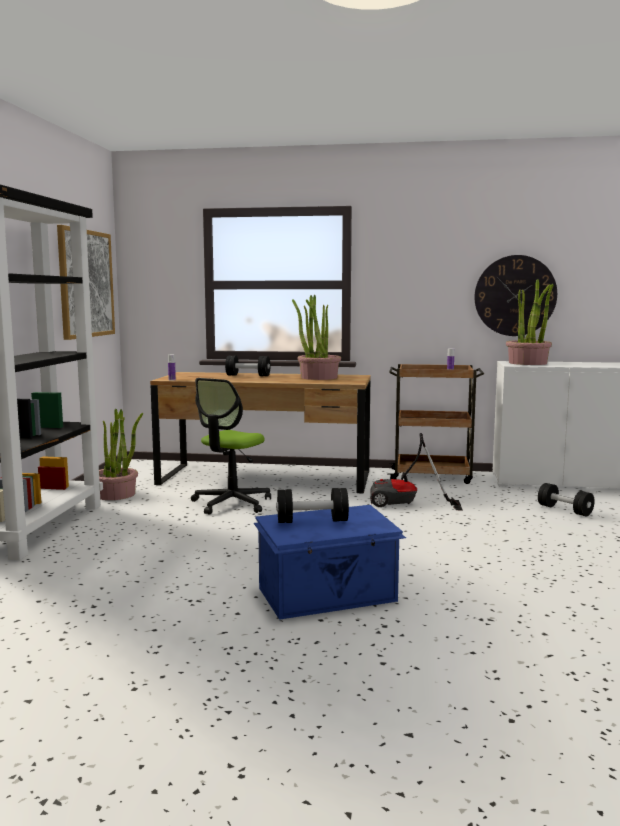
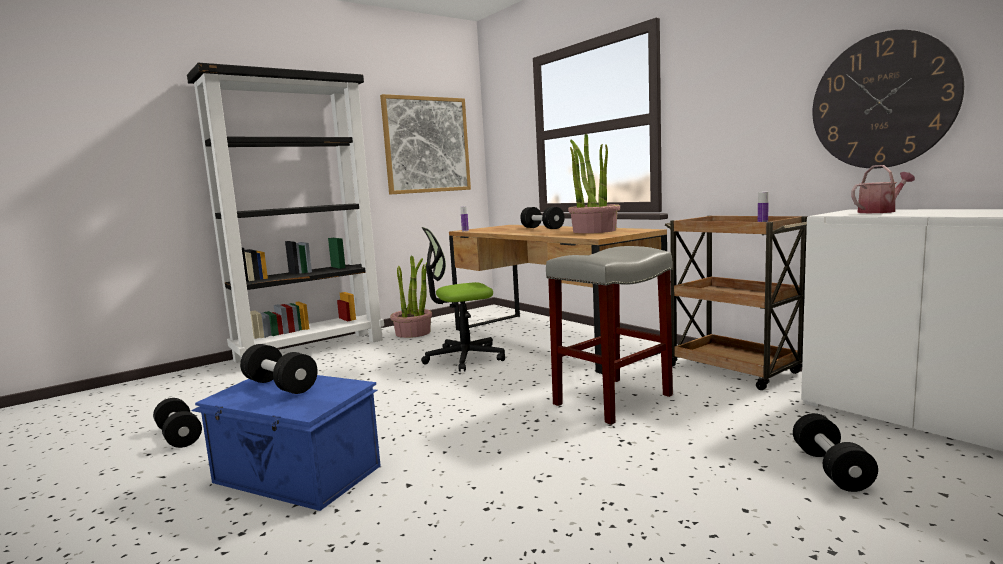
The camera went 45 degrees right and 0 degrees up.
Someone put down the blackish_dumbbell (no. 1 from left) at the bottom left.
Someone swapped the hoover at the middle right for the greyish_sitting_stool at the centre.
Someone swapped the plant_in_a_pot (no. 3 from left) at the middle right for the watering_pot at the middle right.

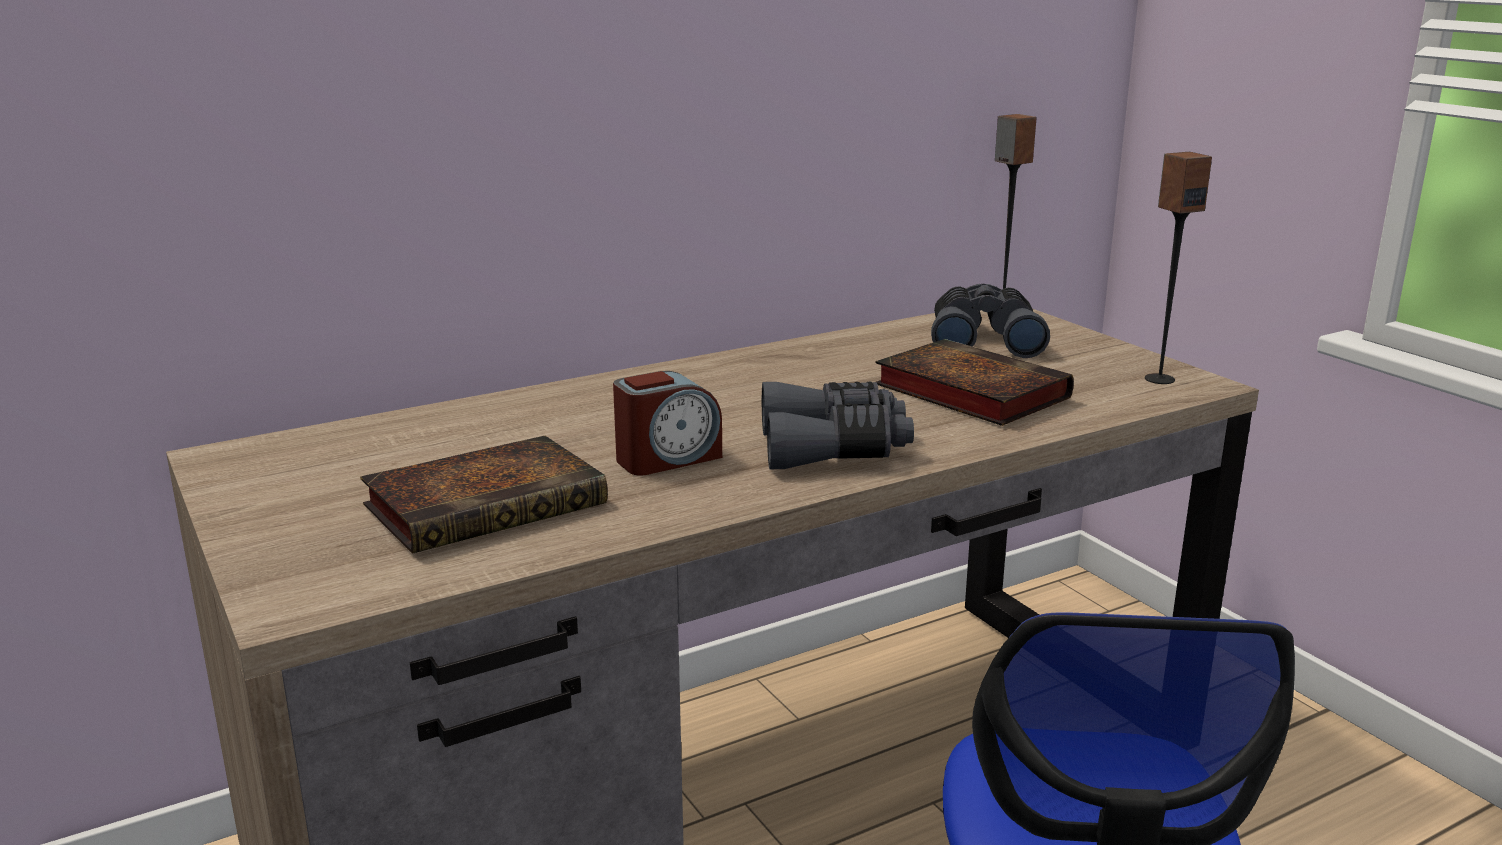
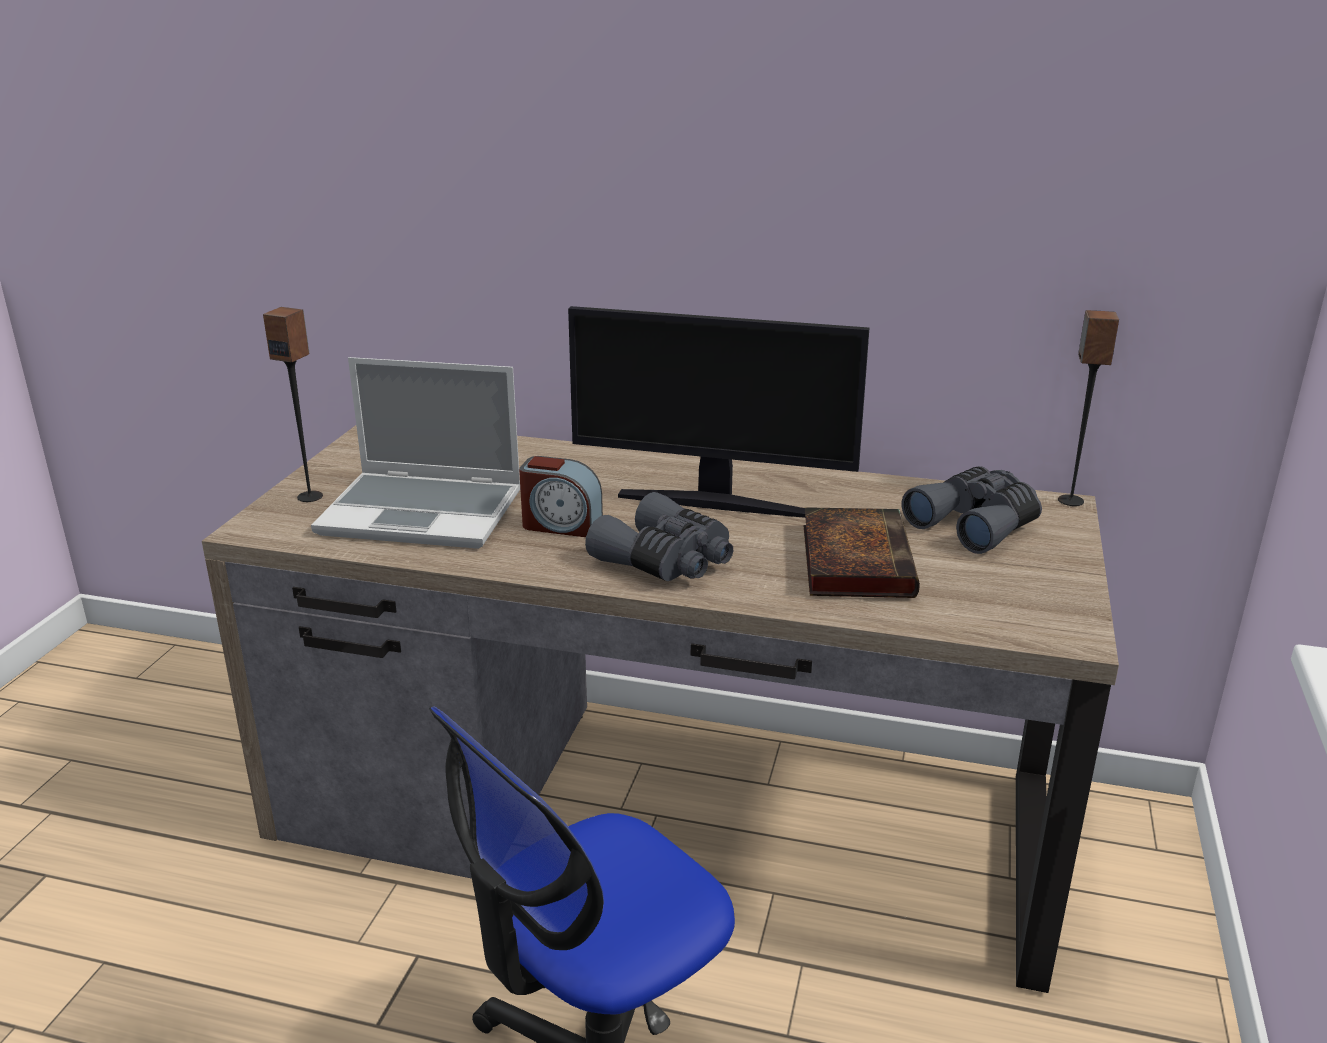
The camera went 45 degrees right and 5 degrees up.
Someone carried the speaker (no. 2 from left in the first image) from the top right to the middle left.
Someone swapped the book (no. 1 from left) at the middle left for the laptop at the middle left.
Someone put down the computer_screen at the centre.

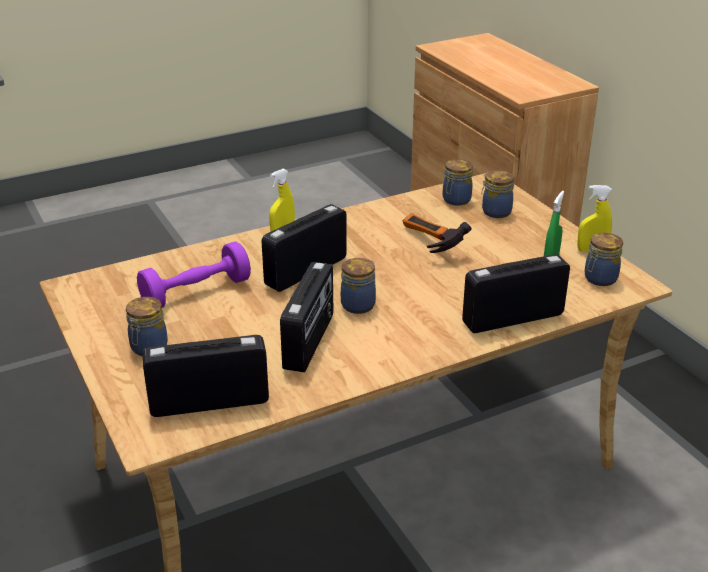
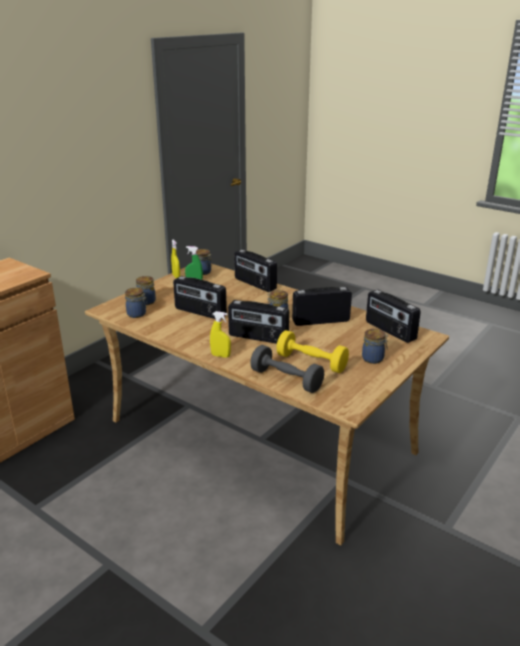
The camera went 115 degrees left and 5 degrees down.
Someone swapped the tool_hammer at the centre for the radio_receiver (no. 1 from left) at the centre.
Someone put down the greyish_dumbbell at the centre.
Someone repainted the purplish_dumbbell at the middle left, which became the yellow_dumbbell at the centre.

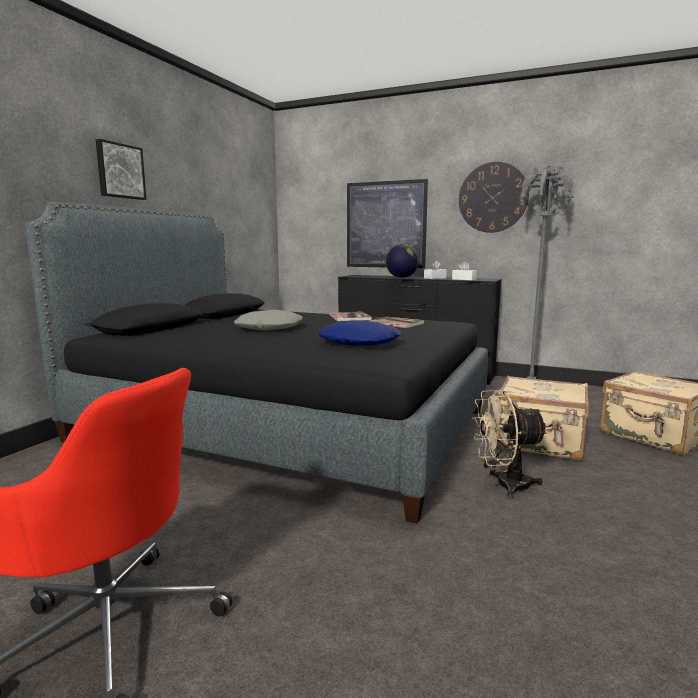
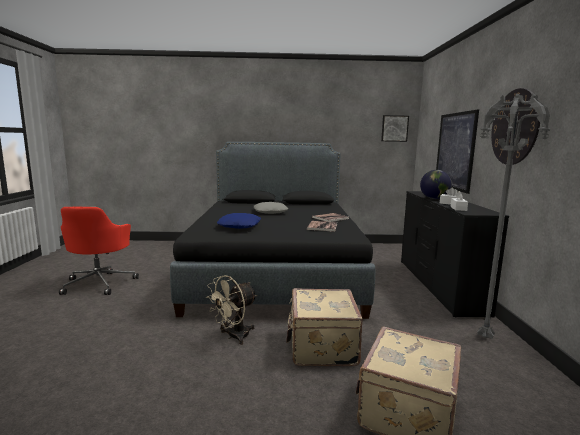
The camera went 65 degrees right and 0 degrees up.
Someone rotated the sand-coloured_cooling_fan at the middle right by 105 degrees counterclockwise.
Someone carried the wall_picture (no. 1 from left) from the top left to the top right.

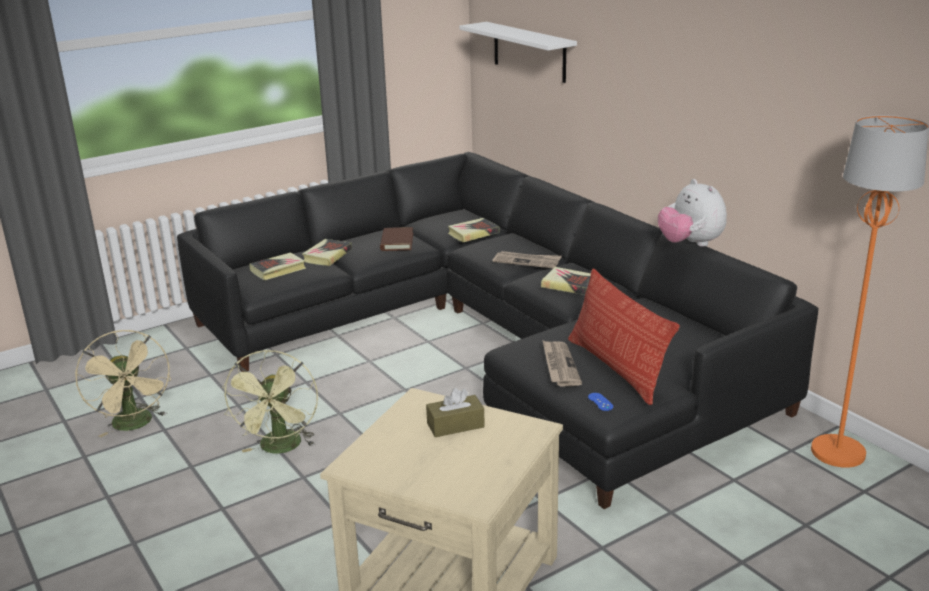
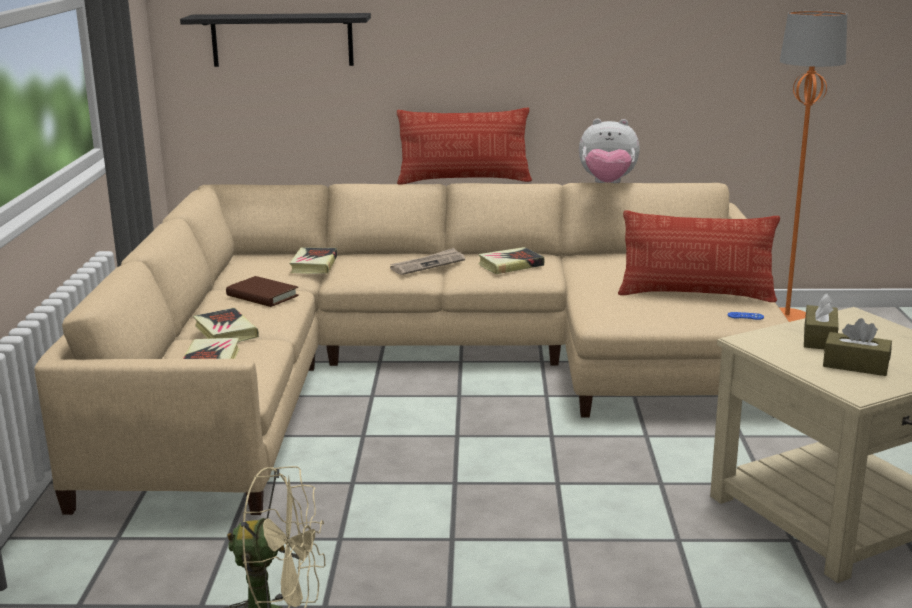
The camera went 55 degrees left and 5 degrees down.
Someone repainted the blackish_settee at the centre, which became the sand-coloured_settee at the centre.
Someone repainted the whitish_bracket_shelf at the top centre, which became the blackish_bracket_shelf at the top left.
Someone put down the pillow (no. 1 from left) at the top centre.
Someone put down the brown-coloured_tissue_box (no. 2 from left) at the middle right.
Someone took away the green-coloured_cooling_fan at the bottom left.
Someone took away the daily_paper (no. 2 from left) at the centre.

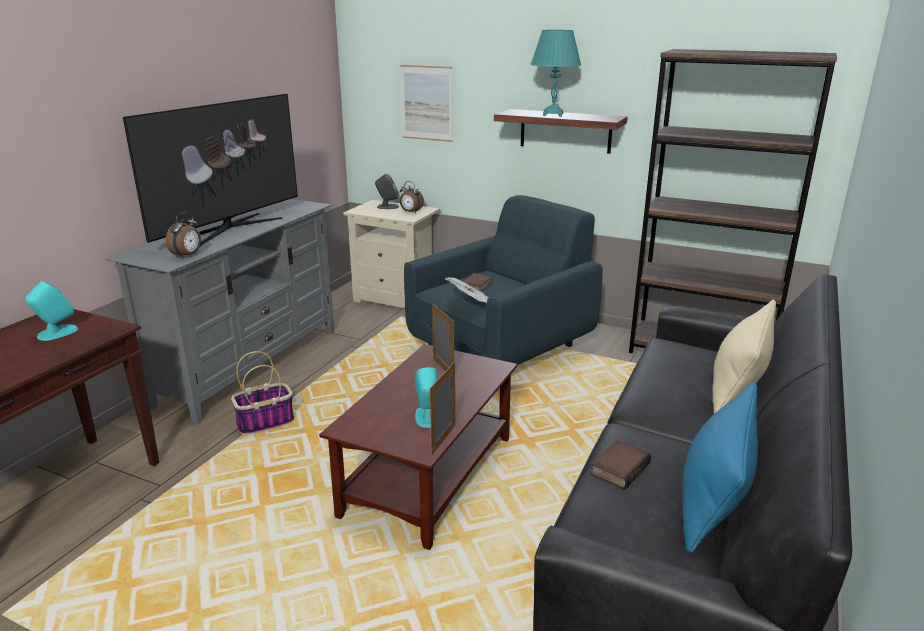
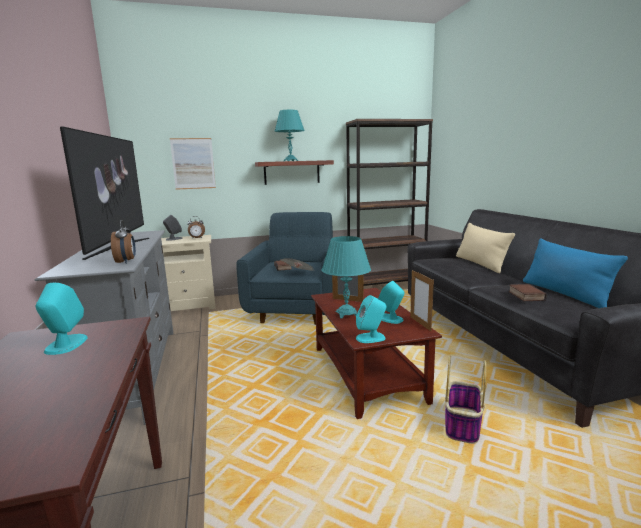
The camera went 40 degrees left and 10 degrees down.
Someone put down the turquoise_table_lamp (no. 2 from left) at the centre.
Someone put down the turquoise_speaker (no. 2 from left) at the centre.
Someone carried the storage_basket from the middle left to the bottom right.

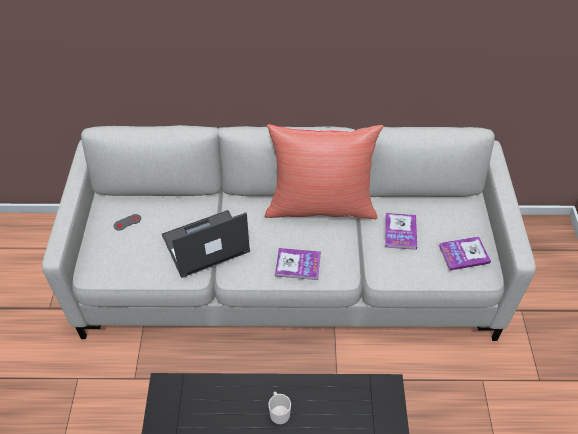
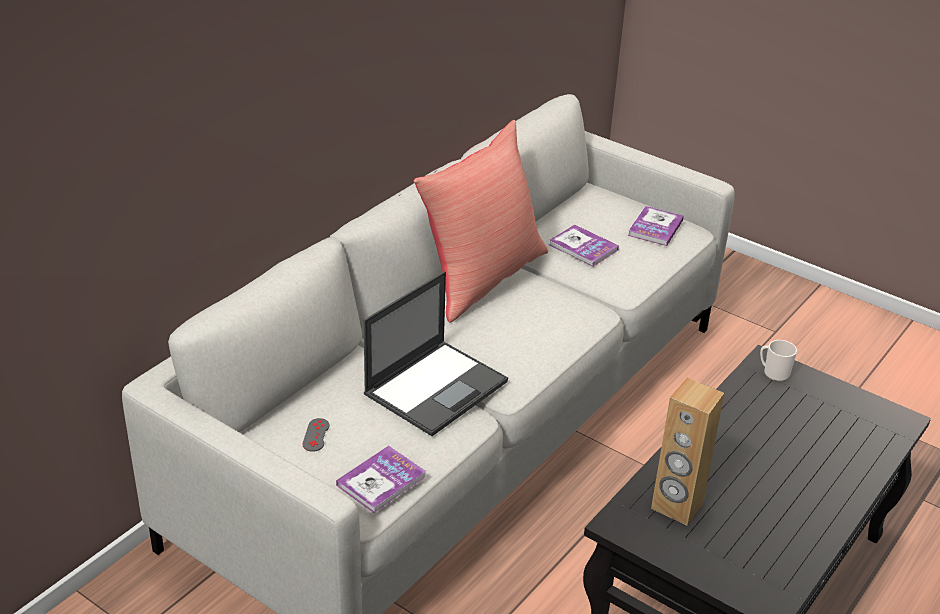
The camera went 55 degrees left and 15 degrees down.
Someone carried the book (no. 1 from left) from the centre to the bottom centre.
Someone rotated the laptop at the centre by 150 degrees counterclockwise.
Someone put down the brown-coloured_speaker at the bottom right.
Someone carried the coffee_mug from the bottom centre to the middle right.

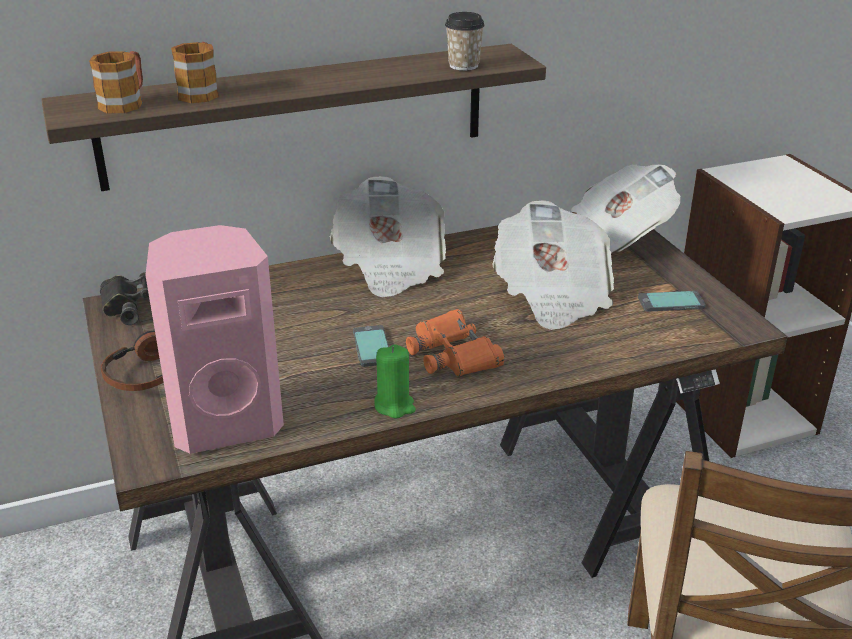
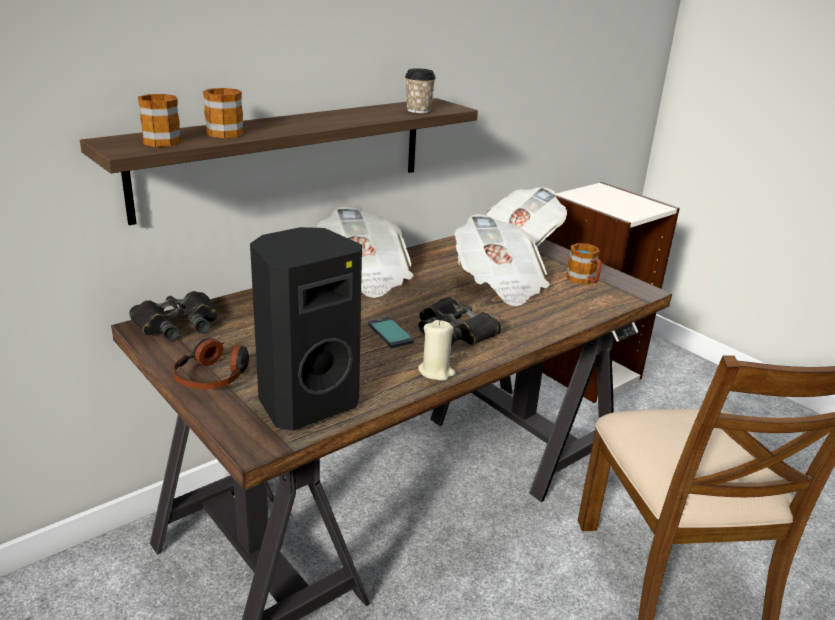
The camera went 20 degrees left and 5 degrees down.
Someone repainted the pinkish_speaker at the middle left, which became the blackish_speaker at the centre.
Someone repainted the orange_binoculars at the centre, which became the blackish_binoculars (no. 2 from left) at the centre.
Someone repainted the green-coloured_wax_candle at the centre, which became the sand-coloured_wax_candle at the centre.
Someone swapped the phone (no. 2 from left) at the middle right for the coffee_mug (no. 3 from left) at the middle right.

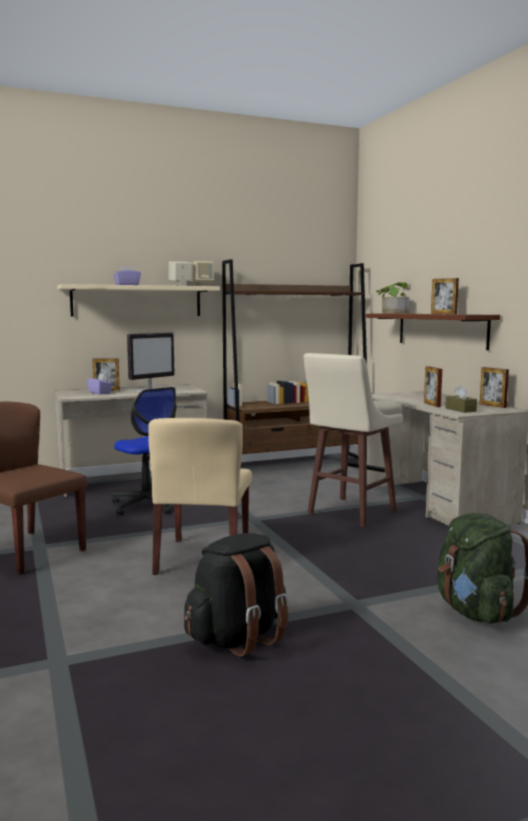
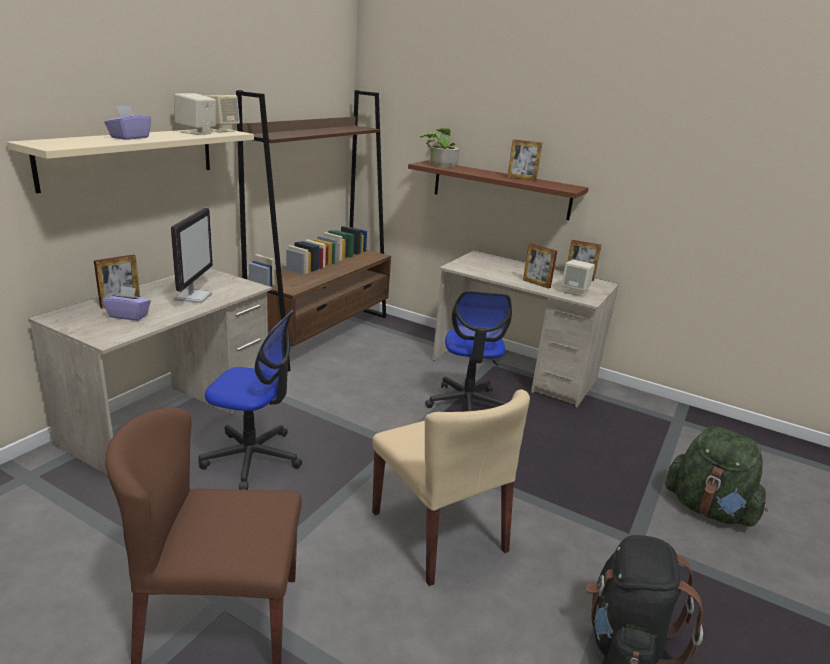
The camera went 40 degrees left and 15 degrees up.
Someone swapped the sand-coloured_sitting_stool at the middle right for the office_chair (no. 2 from left) at the centre.
Someone swapped the brown-coloured_tissue_box at the middle right for the sand-coloured_speaker (no. 3 from left) at the middle right.

